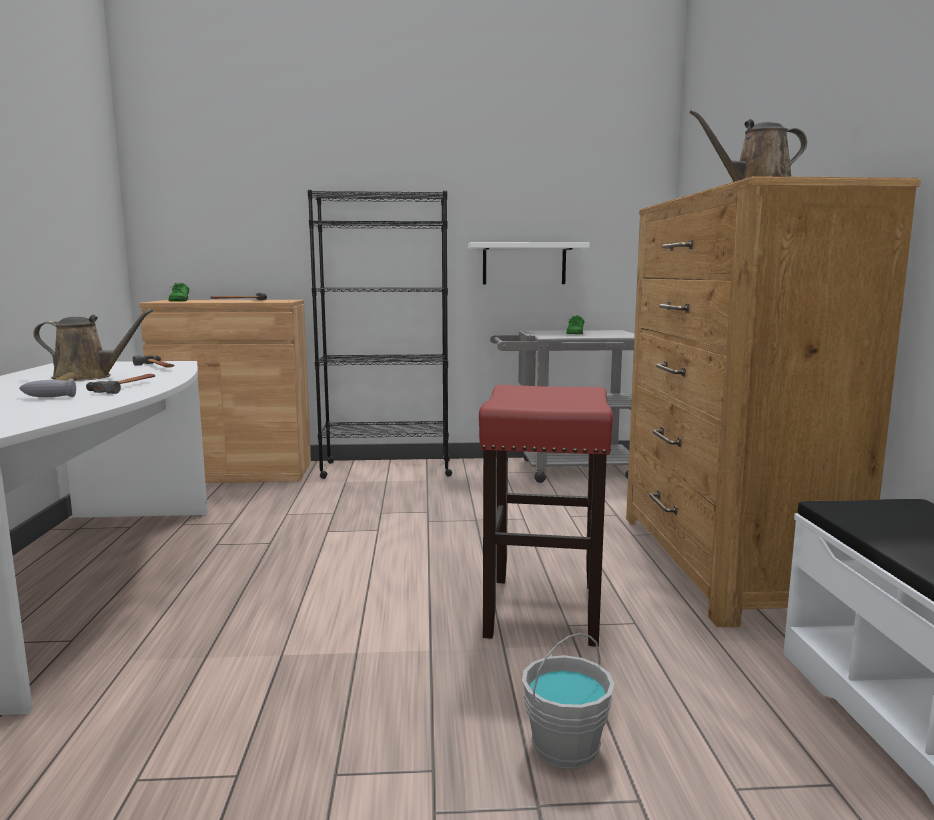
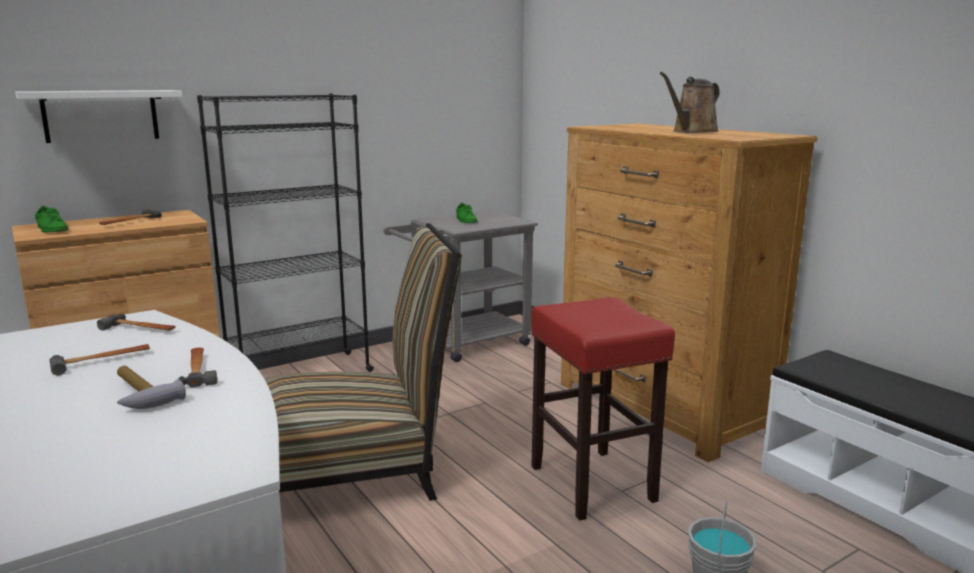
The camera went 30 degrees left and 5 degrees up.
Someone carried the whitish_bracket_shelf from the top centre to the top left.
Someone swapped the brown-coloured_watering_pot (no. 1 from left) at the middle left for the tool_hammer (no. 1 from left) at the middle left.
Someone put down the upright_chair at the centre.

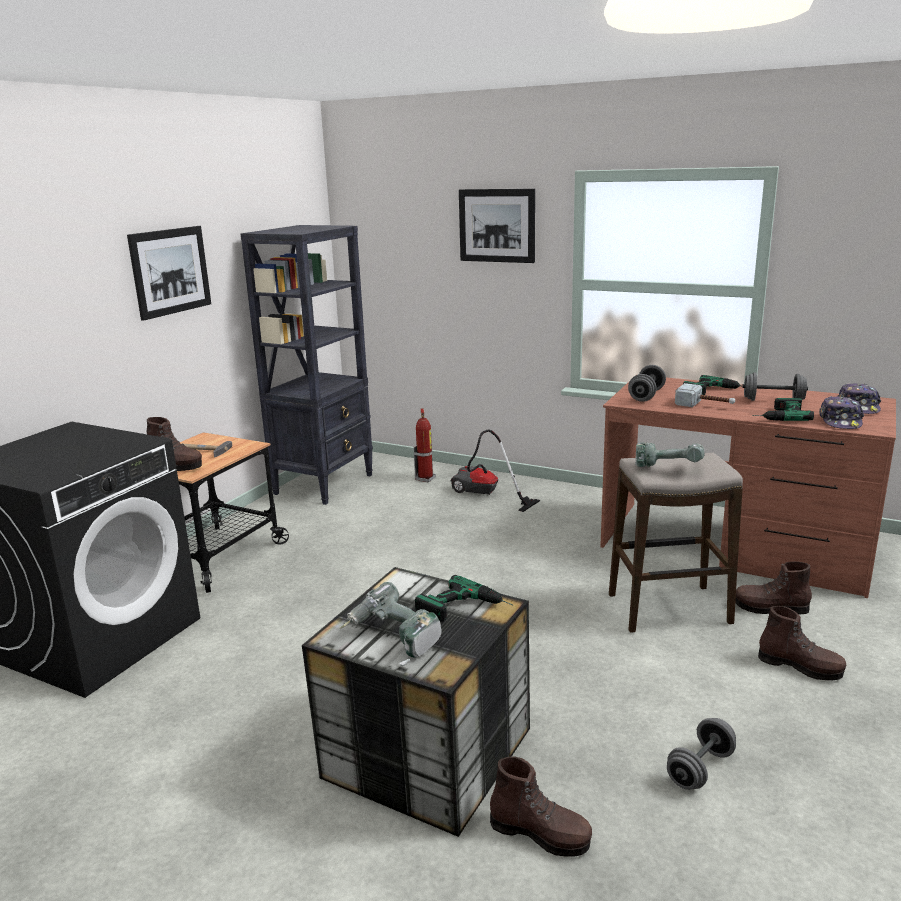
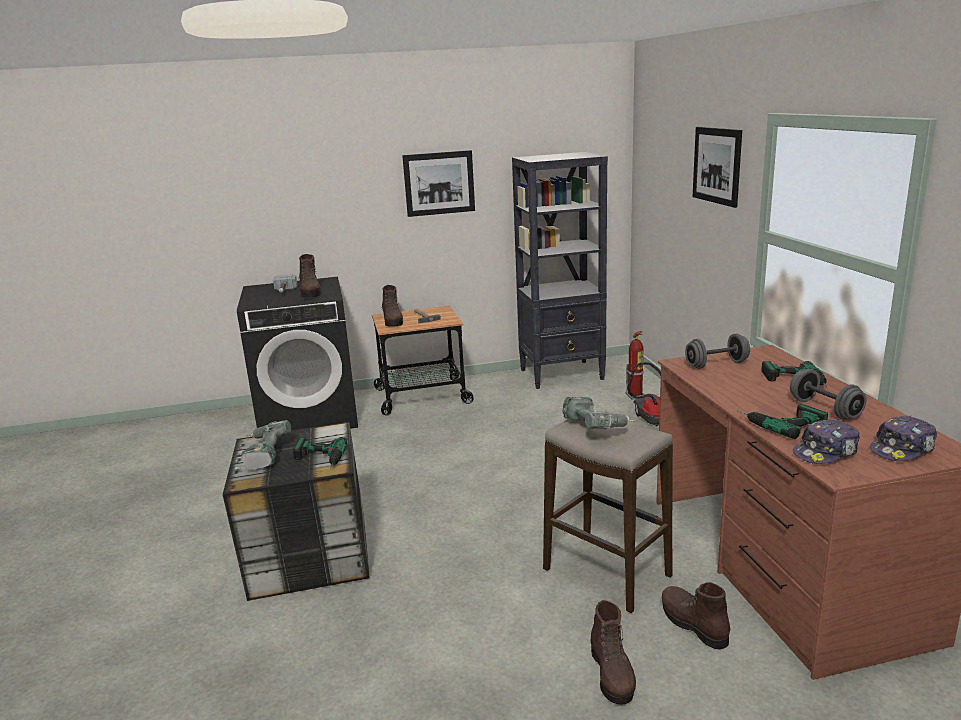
The camera went 50 degrees right and 0 degrees up.
Someone carried the tool_hammer (no. 2 from left in the first image) from the middle right to the middle left.
Someone carried the brown-coloured_tall_boot (no. 2 from left in the first image) from the bottom centre to the middle left.
Someone took away the greyish_dumbbell (no. 2 from left) at the bottom right.

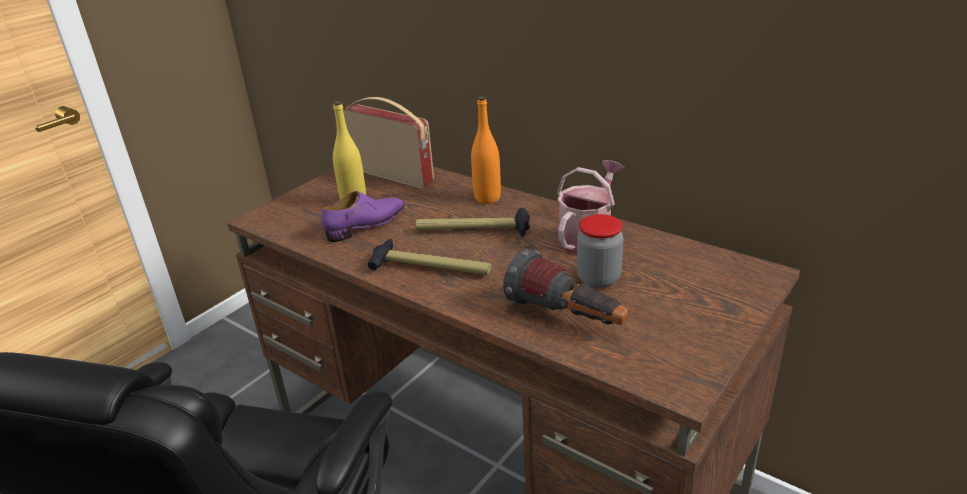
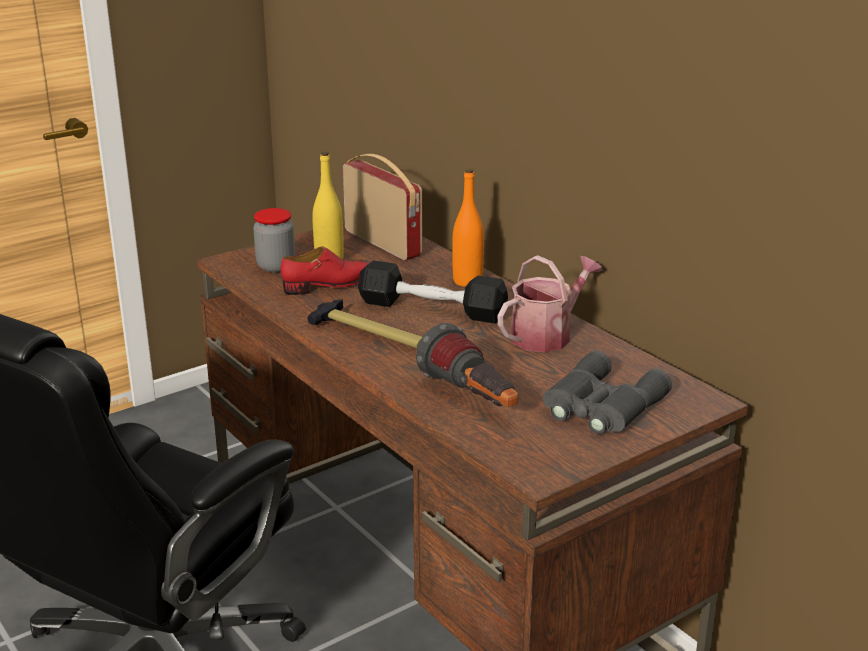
The camera went 15 degrees right and 5 degrees down.
Someone carried the preserve_jar from the centre to the middle left.
Someone repainted the purplish_item_of_footwear at the centre, which became the reddish_item_of_footwear at the centre.
Someone swapped the tool_hammer (no. 2 from left) at the centre for the blackish_dumbbell at the centre.
Someone put down the greyish_binoculars at the middle right.

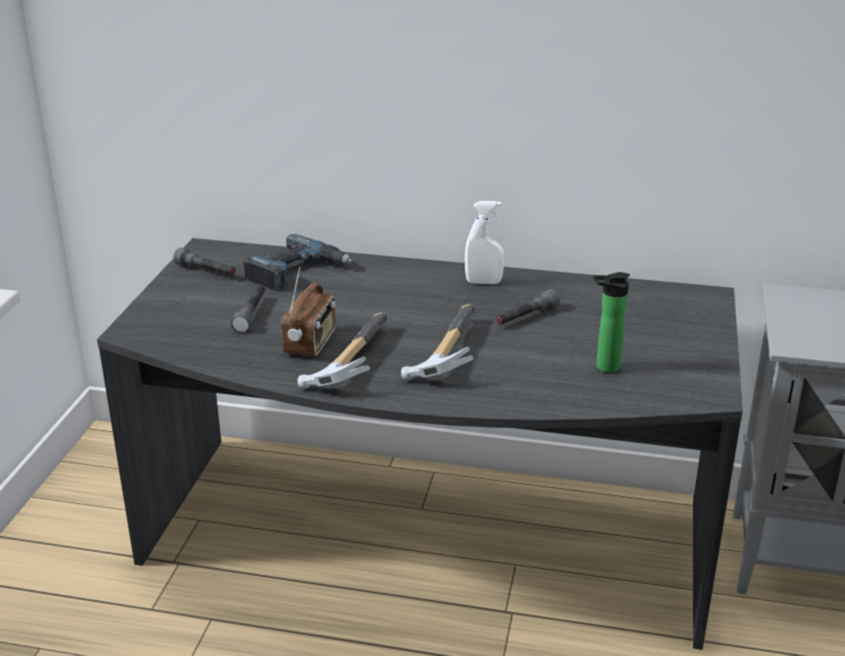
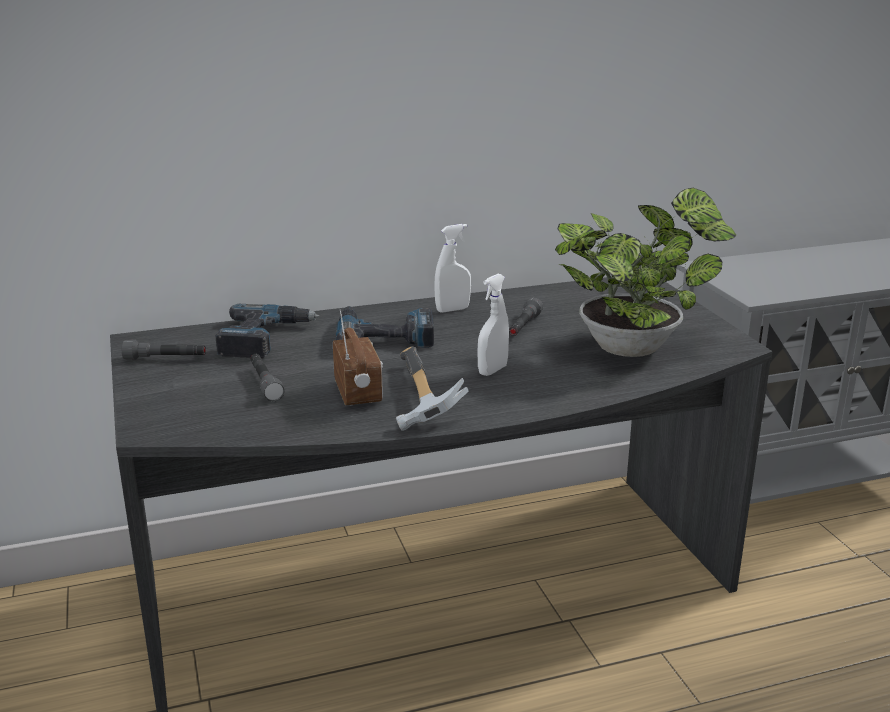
The camera went 30 degrees left and 5 degrees down.
Someone put down the power_drill (no. 2 from left) at the centre.
Someone swapped the tool_hammer (no. 2 from left) at the centre for the whitish_sprayer (no. 2 from left) at the centre.
Someone swapped the bottle at the middle right for the plant_in_a_pot at the middle right.

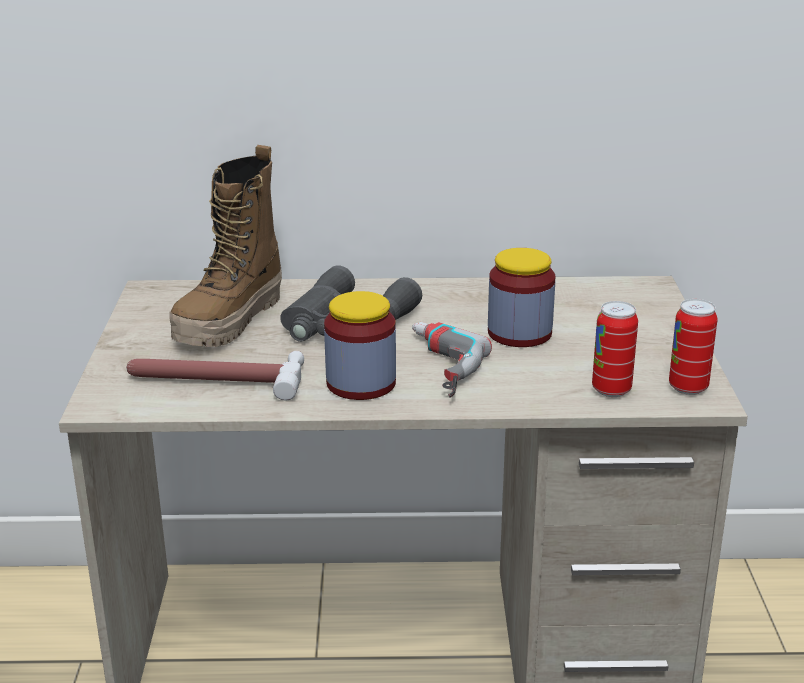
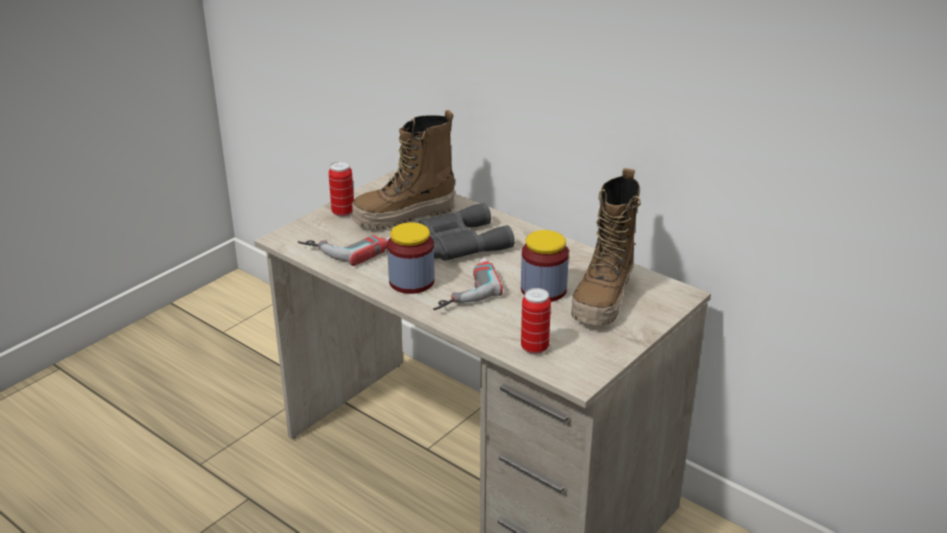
The camera went 40 degrees right and 5 degrees up.
Someone swapped the tool_hammer at the middle left for the power_drill (no. 1 from left) at the centre.
Someone carried the sealed_can (no. 2 from left in the first image) from the middle right to the centre.
Someone put down the tall_boot (no. 2 from left) at the centre.

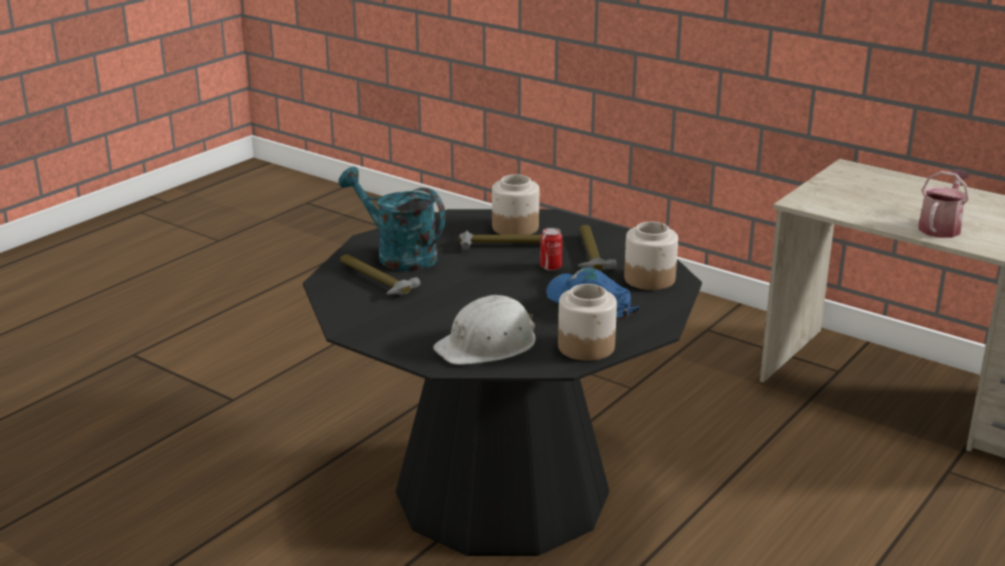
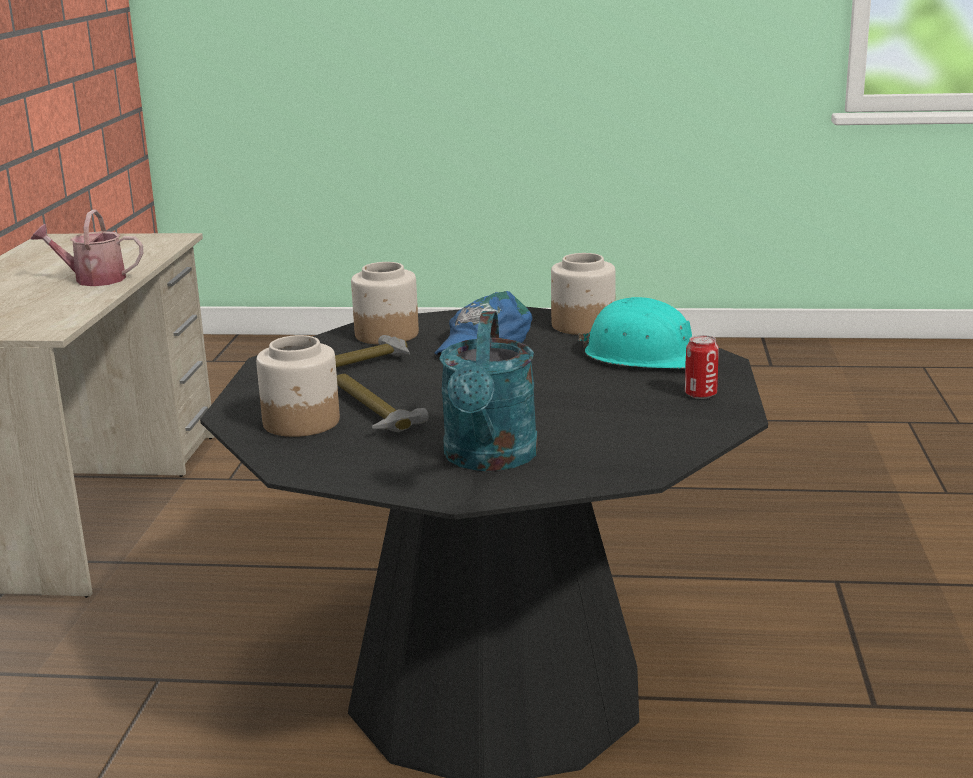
The camera went 120 degrees left and 5 degrees down.
Someone repainted the whitish_hard_hat at the centre, which became the turquoise_hard_hat at the centre.
Someone carried the sealed_can from the centre to the middle right.
Someone took away the tool_hammer (no. 1 from left) at the centre.

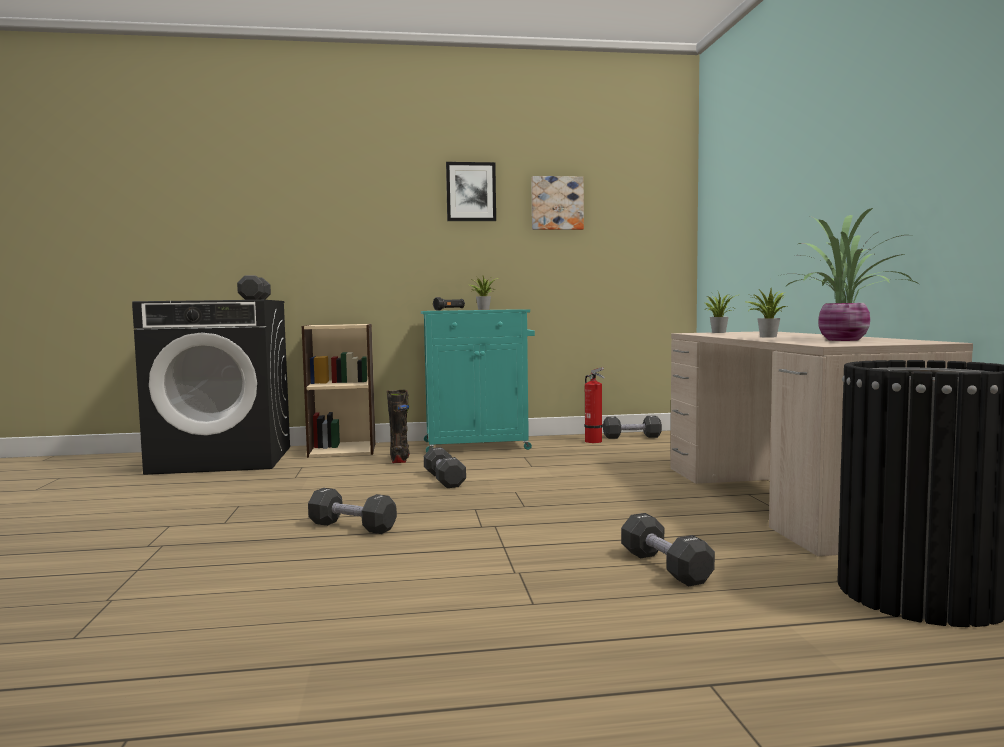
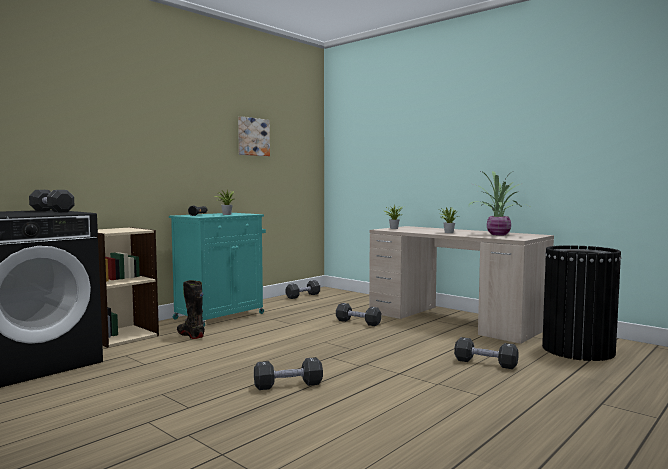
The camera went 40 degrees left and 0 degrees up.
Someone carried the blackish_dumbbell (no. 3 from left in the first image) from the centre to the bottom centre.
Someone took away the wall_picture (no. 1 from left) at the top centre.
Someone took away the fire_extinguisher at the centre.

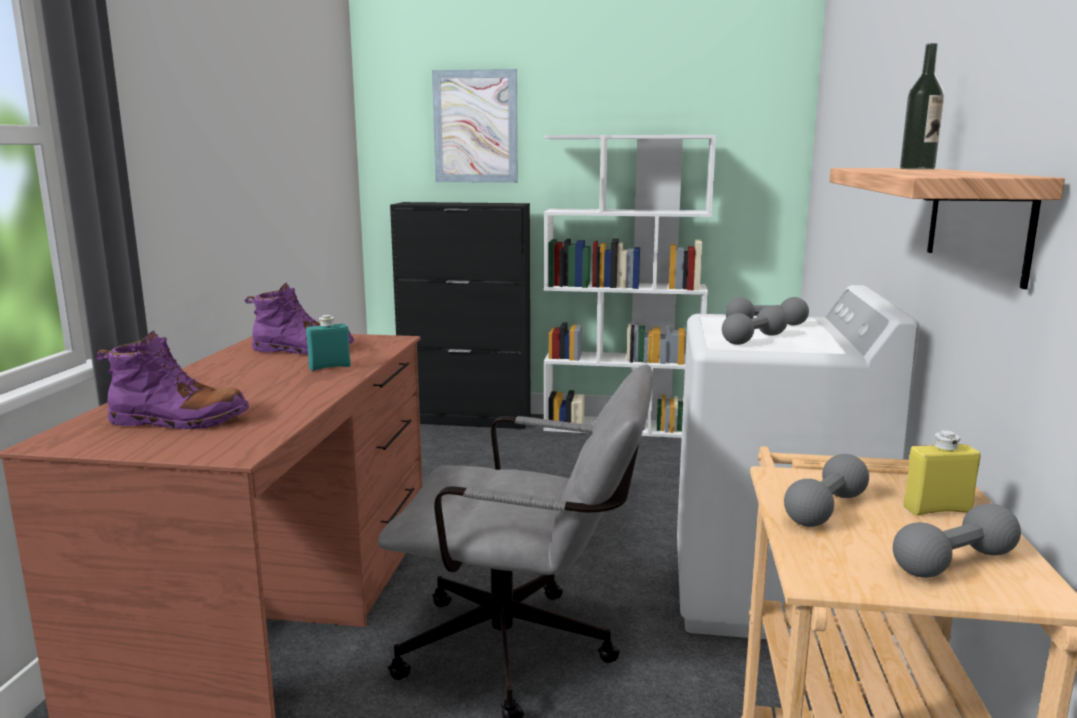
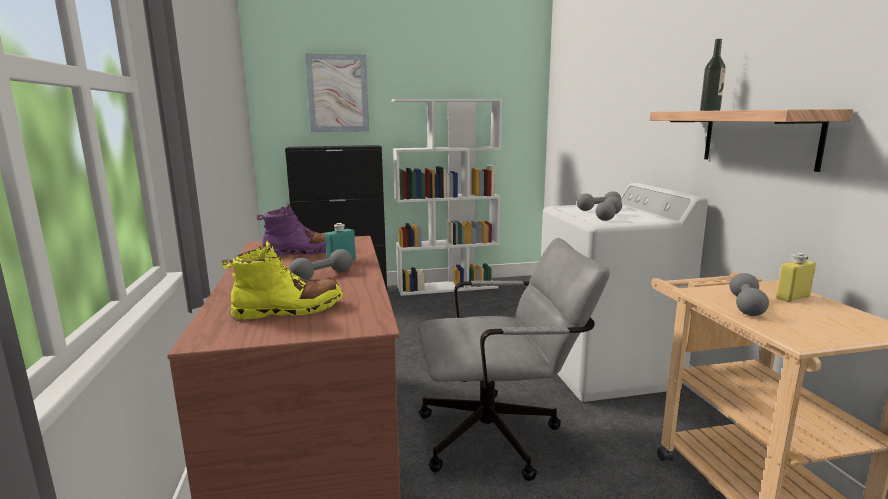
The camera went 20 degrees left and 0 degrees up.
Someone repainted the purplish_tall_boot (no. 1 from left) at the middle left, which became the yellow_tall_boot at the middle left.
Someone carried the greyish_dumbbell (no. 4 from left in the first image) from the bottom right to the centre.

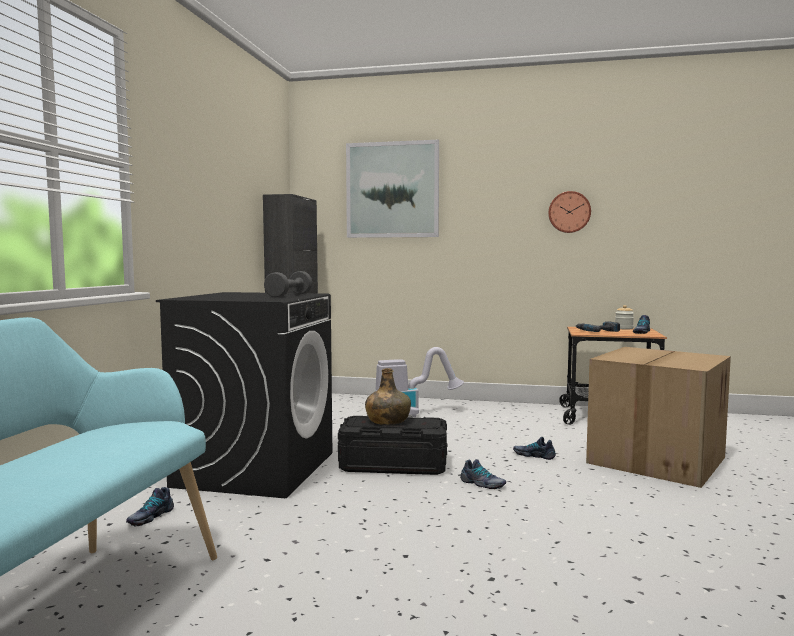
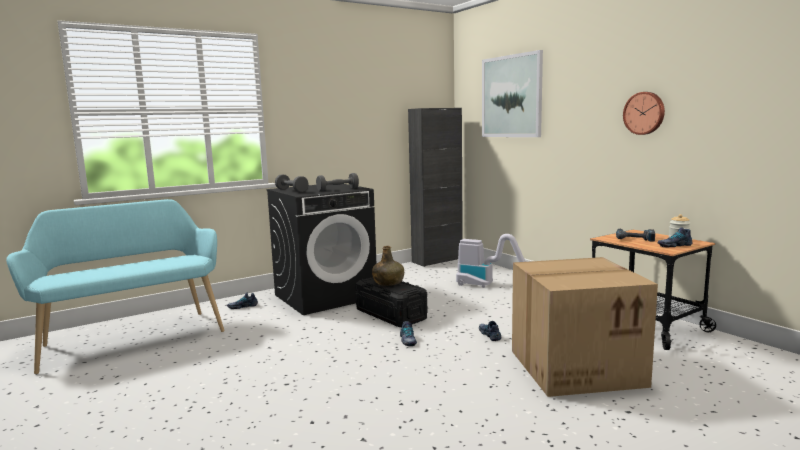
The camera went 45 degrees right and 5 degrees up.
Someone put down the greyish_dumbbell (no. 1 from left) at the centre.

